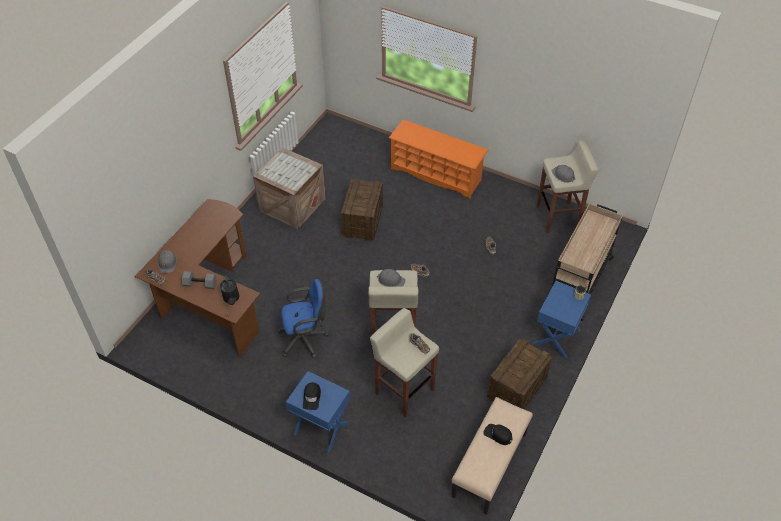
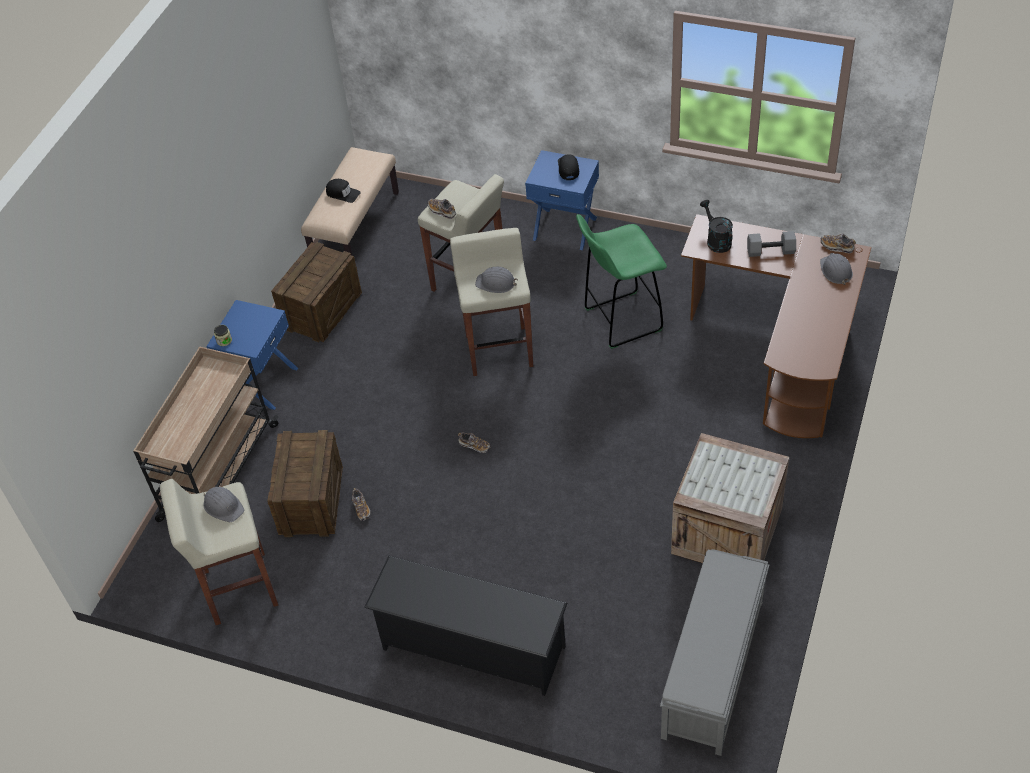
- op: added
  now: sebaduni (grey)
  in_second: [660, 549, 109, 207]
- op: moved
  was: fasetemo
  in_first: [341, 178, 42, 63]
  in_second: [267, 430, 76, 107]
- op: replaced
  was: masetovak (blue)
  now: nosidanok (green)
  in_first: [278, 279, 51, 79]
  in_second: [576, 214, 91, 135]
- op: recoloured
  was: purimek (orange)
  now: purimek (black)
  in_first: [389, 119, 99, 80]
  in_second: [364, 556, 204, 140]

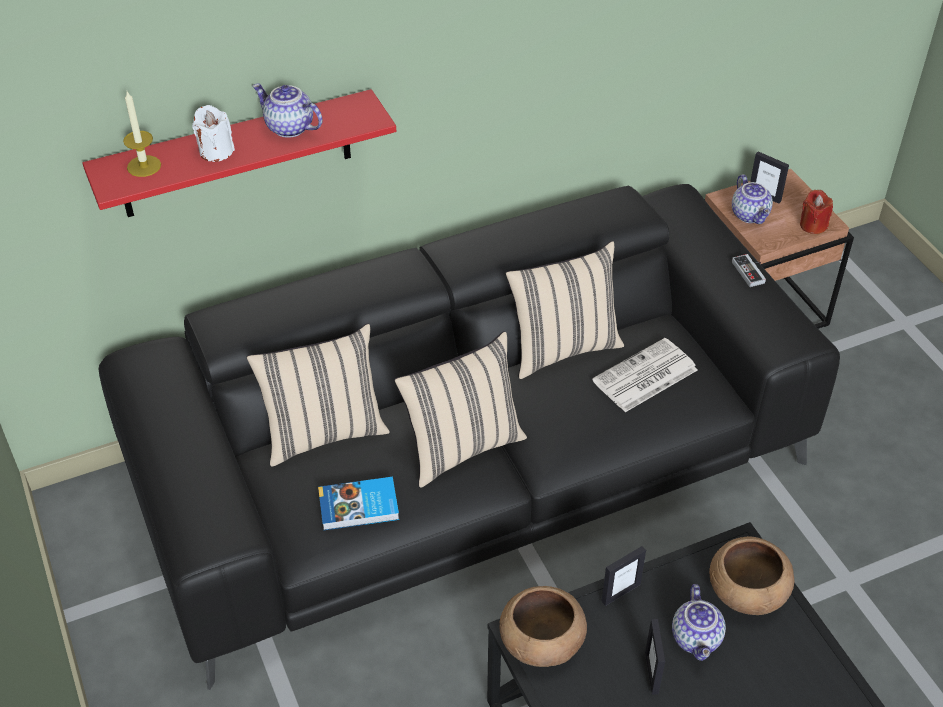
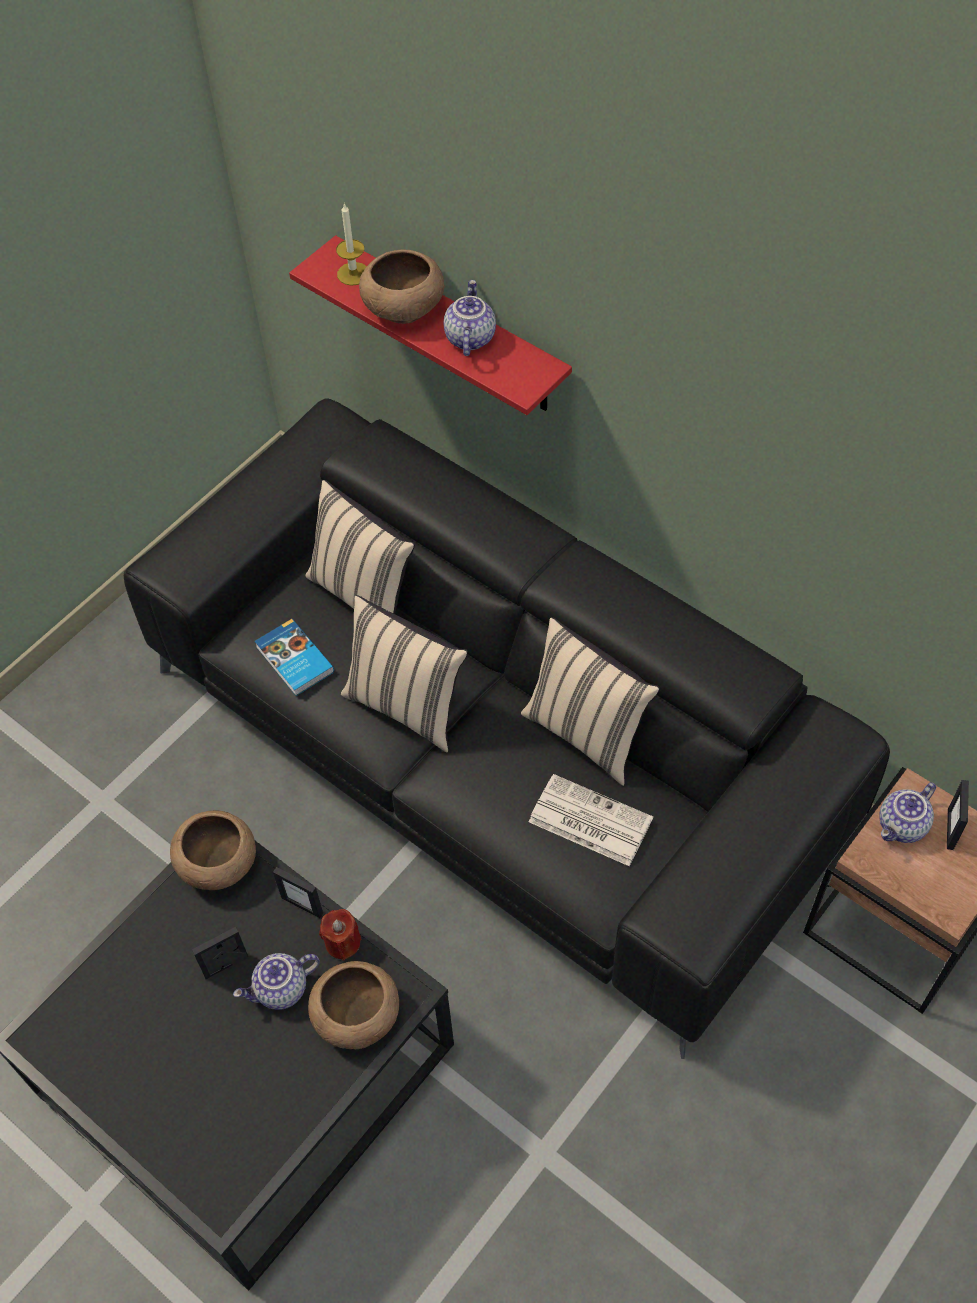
- op: removed
  was: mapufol
  in_first: [732, 254, 34, 33]
- op: moved
  was: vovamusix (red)
  in_first: [800, 190, 33, 44]
  in_second: [319, 909, 42, 52]
- op: replaced
  was: vovamusix (white)
  now: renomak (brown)
  in_first: [192, 105, 43, 57]
  in_second: [359, 249, 85, 75]

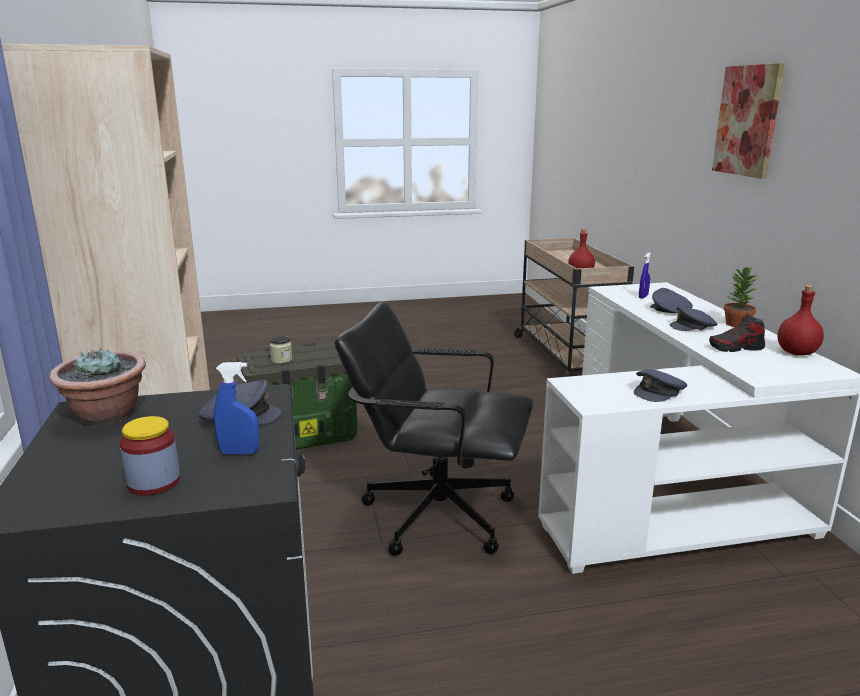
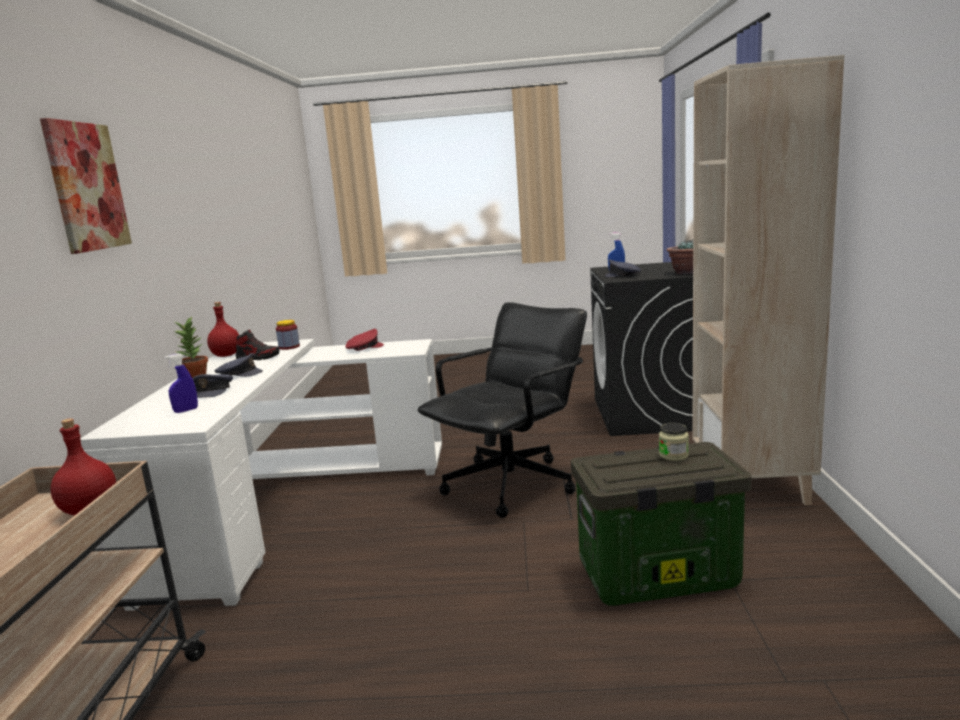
- op: moved
  was: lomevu
  in_first: [120, 416, 60, 79]
  in_second: [276, 320, 24, 30]
- op: recoloured
  was: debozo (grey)
  now: debozo (red)
  in_first: [634, 369, 53, 33]
  in_second: [345, 329, 39, 22]
- op: turned
  was: masetovak (black)
  in_first: [335, 301, 198, 255]
  in_second: [418, 302, 169, 216]
  clockwise: -75

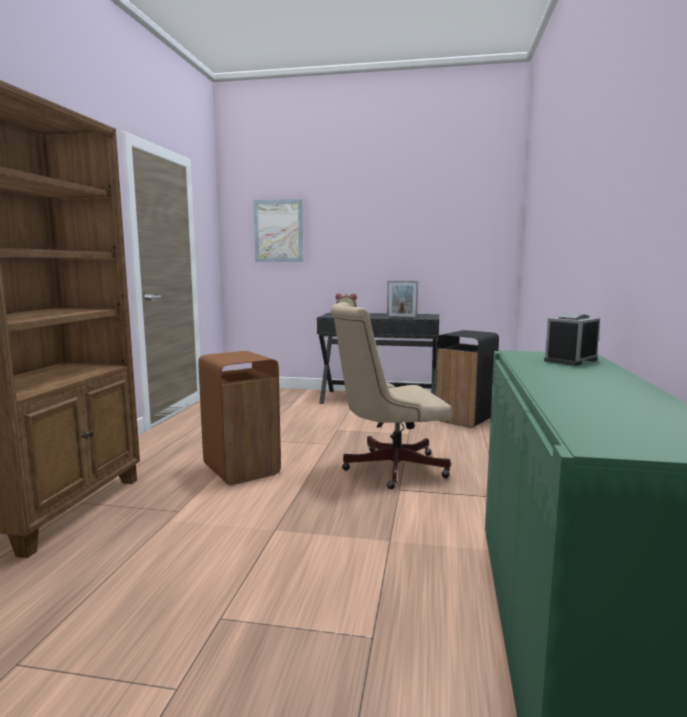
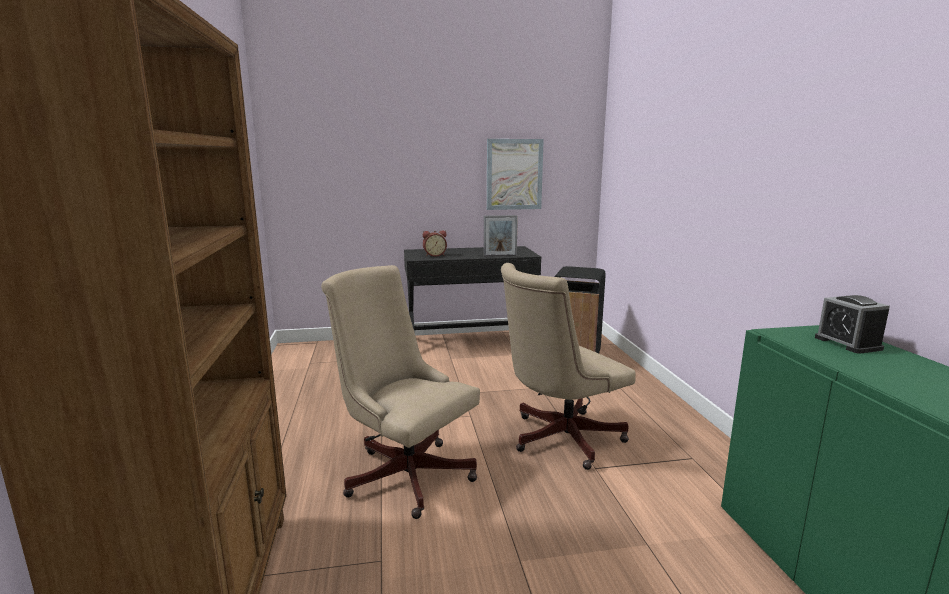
- op: moved
  was: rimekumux
  in_first: [253, 199, 50, 63]
  in_second: [487, 139, 57, 71]
- op: replaced
  was: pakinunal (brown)
  now: masetovak (beige)
  in_first: [199, 351, 82, 134]
  in_second: [321, 265, 159, 254]
- op: turned
  was: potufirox
  in_first: [544, 313, 56, 53]
  in_second: [815, 295, 75, 59]
  clockwise: -45

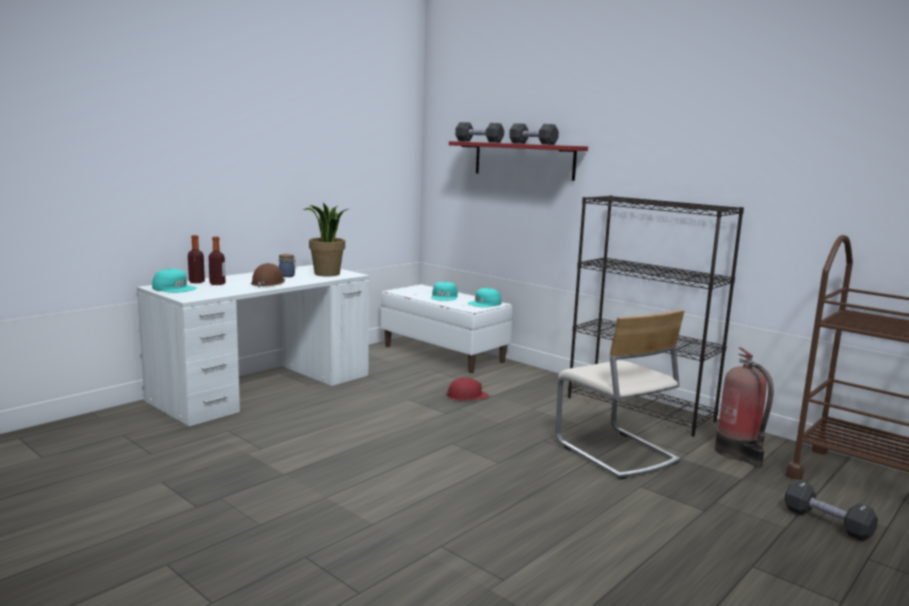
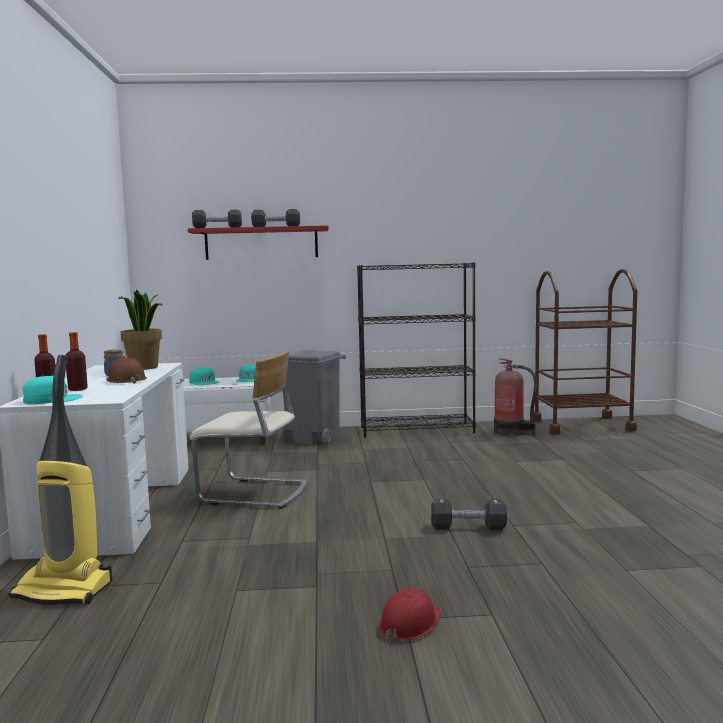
- op: added
  now: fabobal
  in_second: [9, 355, 103, 250]
- op: added
  now: pakinunal (grey)
  in_second: [281, 350, 65, 95]
- op: moved
  was: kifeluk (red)
  in_first: [444, 377, 45, 24]
  in_second: [379, 588, 62, 53]
- op: moved
  was: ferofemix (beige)
  in_first: [556, 310, 128, 170]
  in_second: [190, 351, 117, 158]
- op: moved
  was: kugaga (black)
  in_first: [784, 480, 94, 61]
  in_second: [431, 499, 76, 31]

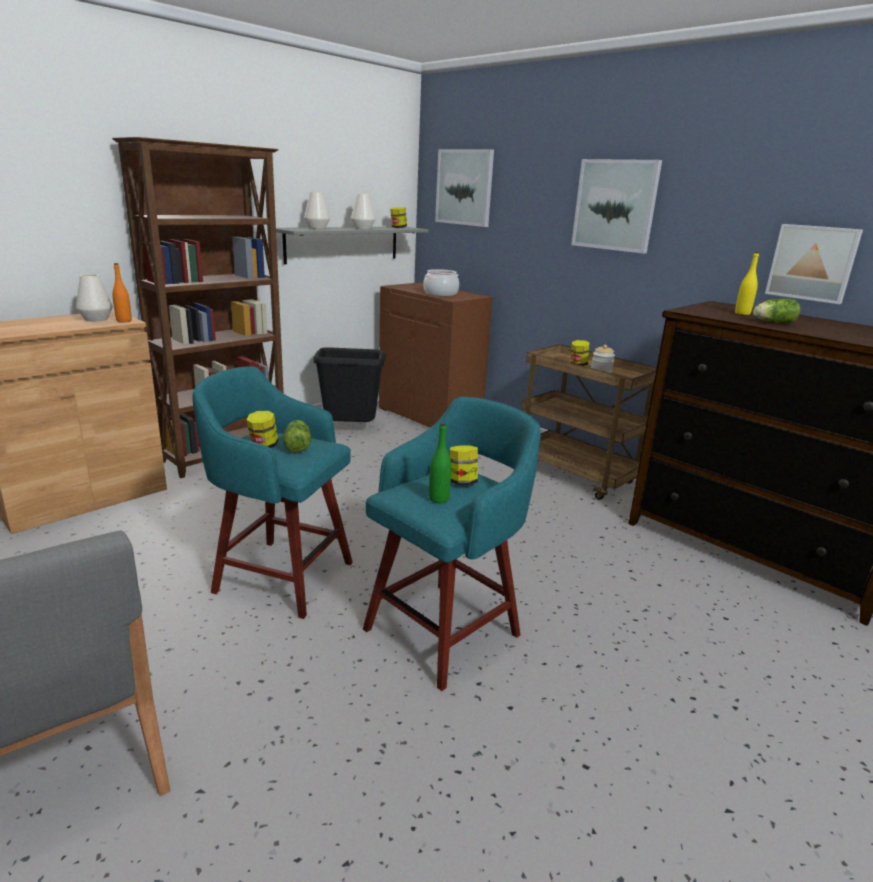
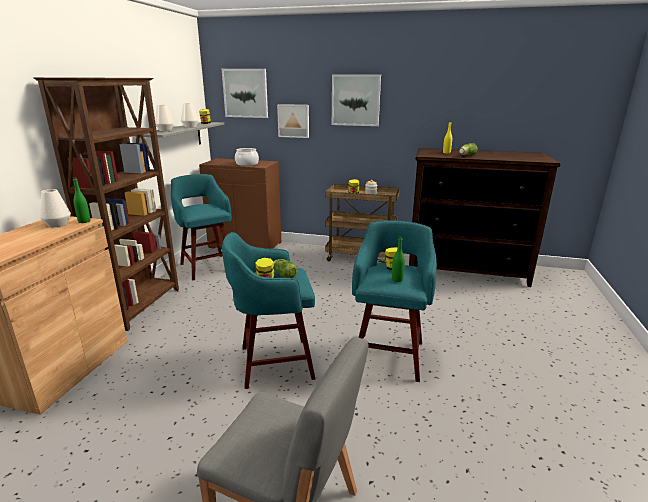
- op: moved
  was: rimekumux
  in_first: [765, 224, 98, 80]
  in_second: [277, 104, 32, 34]
- op: replaced
  was: pakinunal (black)
  now: nosidanok (turquoise)
  in_first: [313, 347, 73, 75]
  in_second: [171, 174, 61, 106]
- op: recoloured
  was: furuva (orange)
  now: furuva (green)
  in_first: [112, 263, 20, 60]
  in_second: [73, 178, 17, 45]

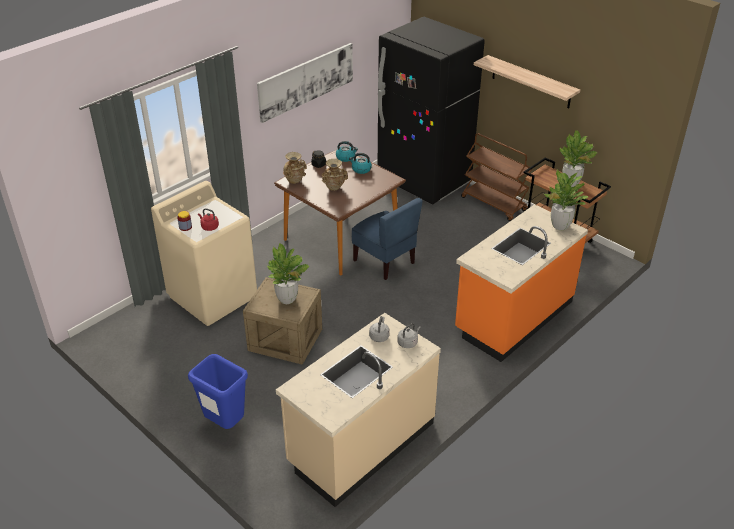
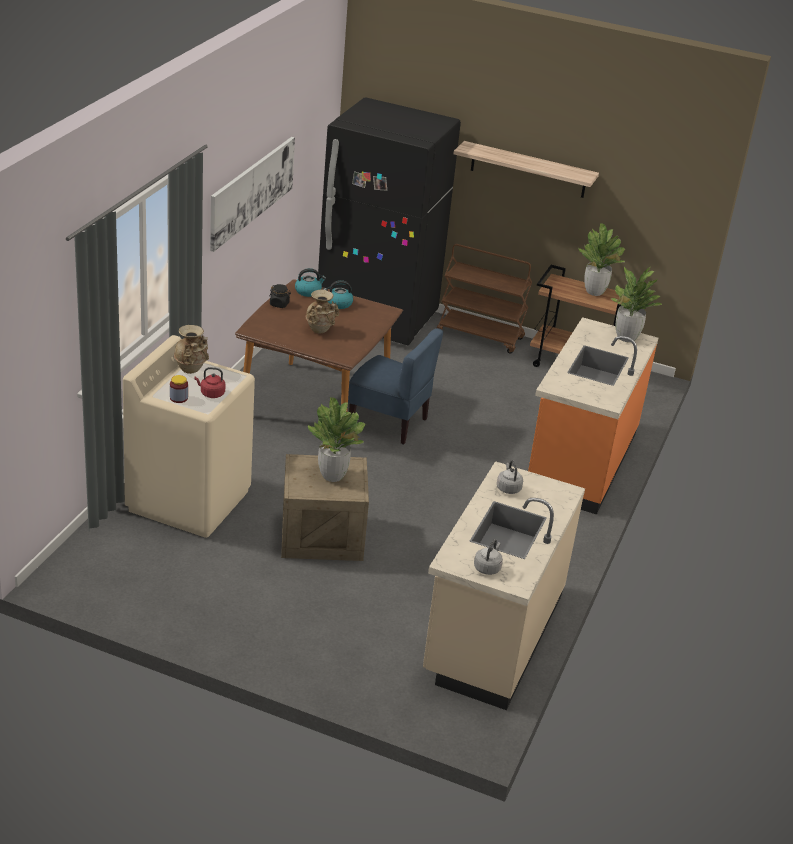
- op: removed
  was: pakinunal (blue)
  in_first: [188, 354, 60, 75]
- op: moved
  was: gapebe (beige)
  in_first: [283, 152, 24, 32]
  in_second: [174, 325, 35, 49]
- op: moved
  was: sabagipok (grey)
  in_first: [397, 323, 24, 25]
  in_second: [474, 539, 29, 36]

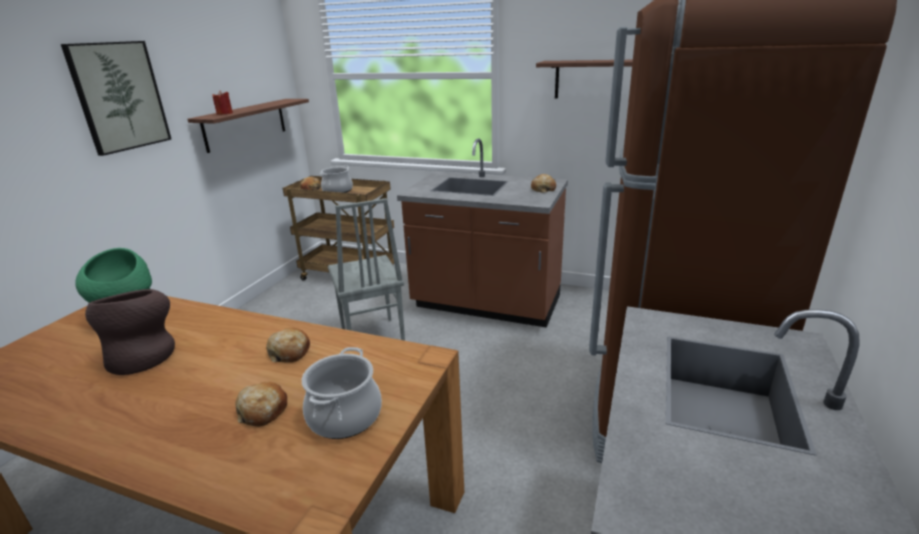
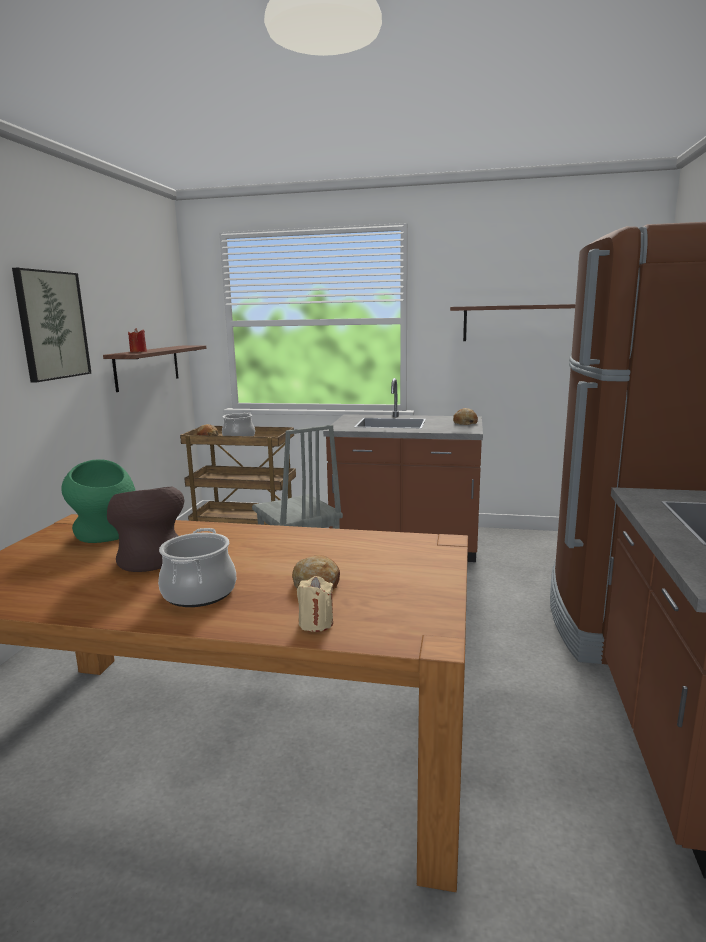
- op: removed
  was: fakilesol
  in_first: [266, 327, 44, 36]
- op: added
  now: vovamusix (beige)
  in_second: [297, 576, 36, 56]
- op: moved
  was: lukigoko
  in_first: [302, 347, 80, 92]
  in_second: [158, 528, 78, 79]

